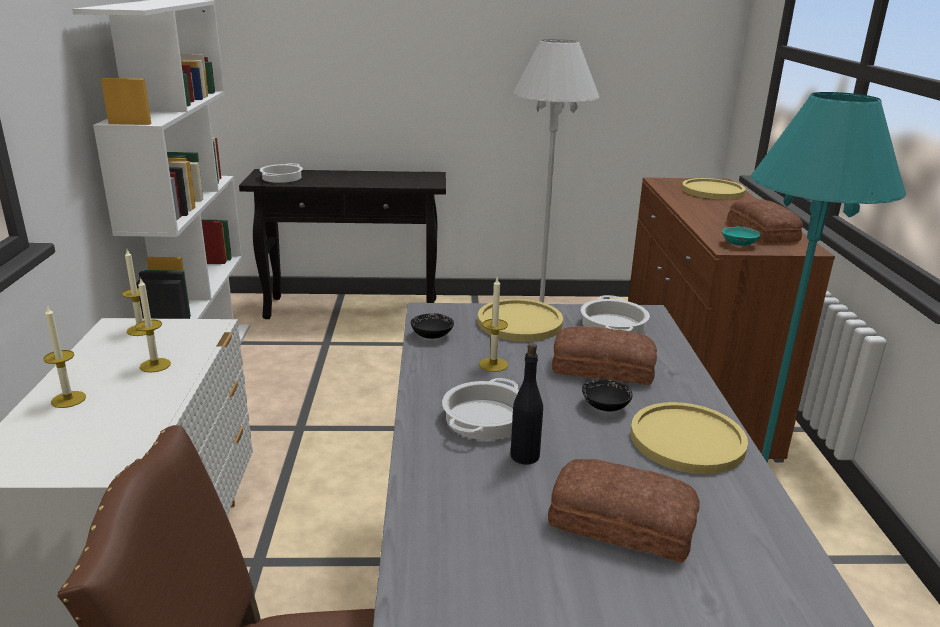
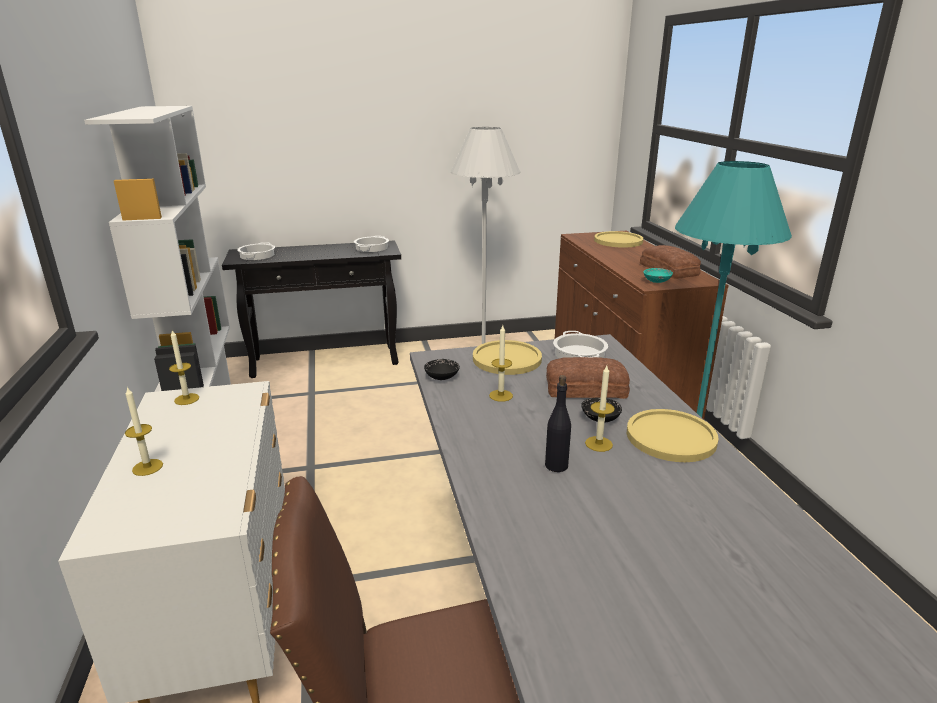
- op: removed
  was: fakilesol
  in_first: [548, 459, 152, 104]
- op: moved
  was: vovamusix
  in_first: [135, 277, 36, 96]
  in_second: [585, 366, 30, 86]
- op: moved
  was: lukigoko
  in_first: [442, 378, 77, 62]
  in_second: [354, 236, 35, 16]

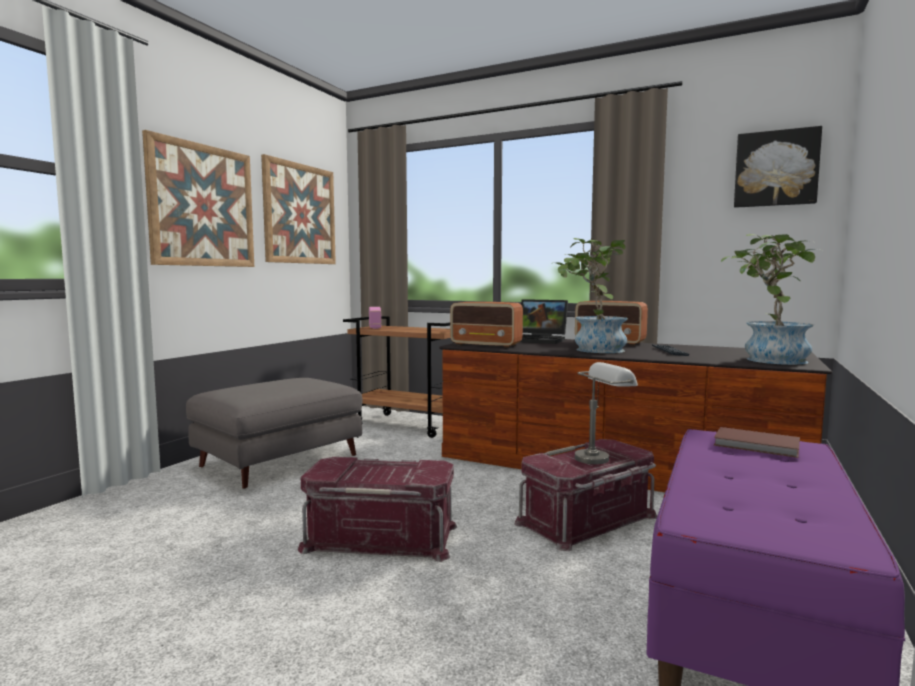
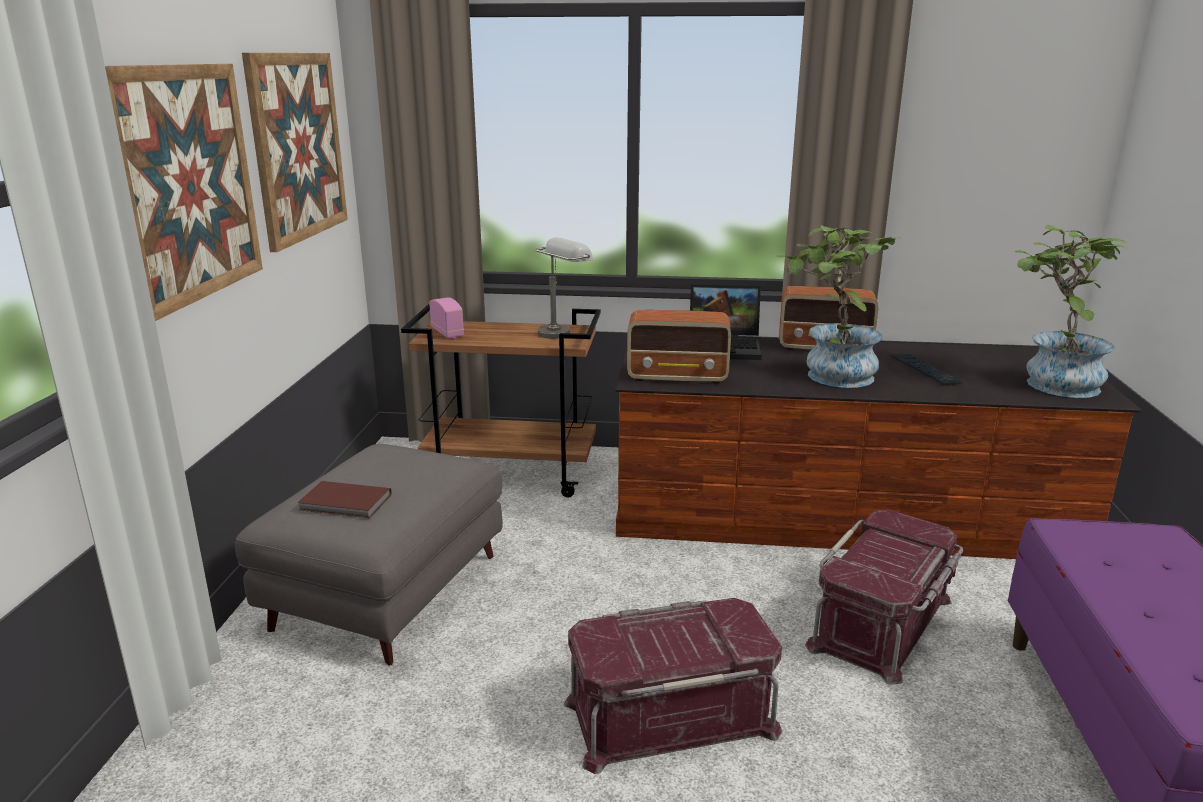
- op: removed
  was: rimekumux
  in_first: [734, 126, 88, 82]
- op: moved
  was: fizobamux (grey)
  in_first: [575, 362, 63, 102]
  in_second: [535, 238, 58, 101]
- op: moved
  was: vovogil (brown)
  in_first: [713, 427, 87, 31]
  in_second: [297, 481, 95, 37]

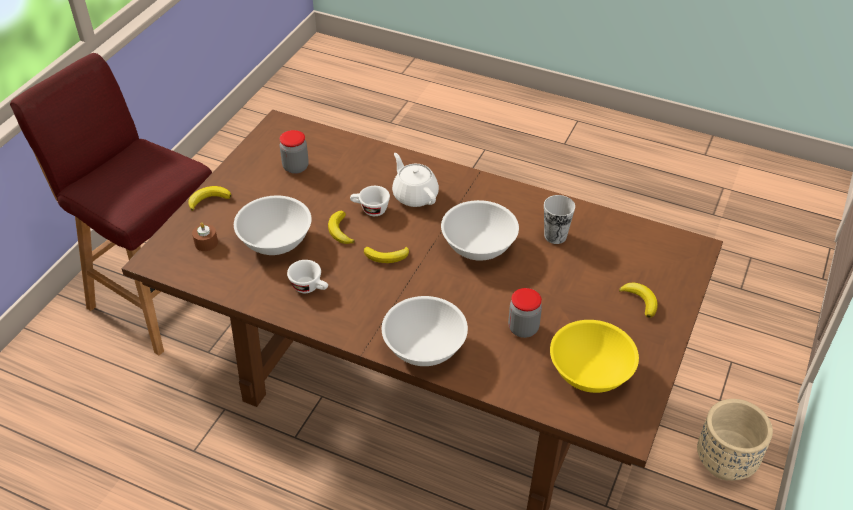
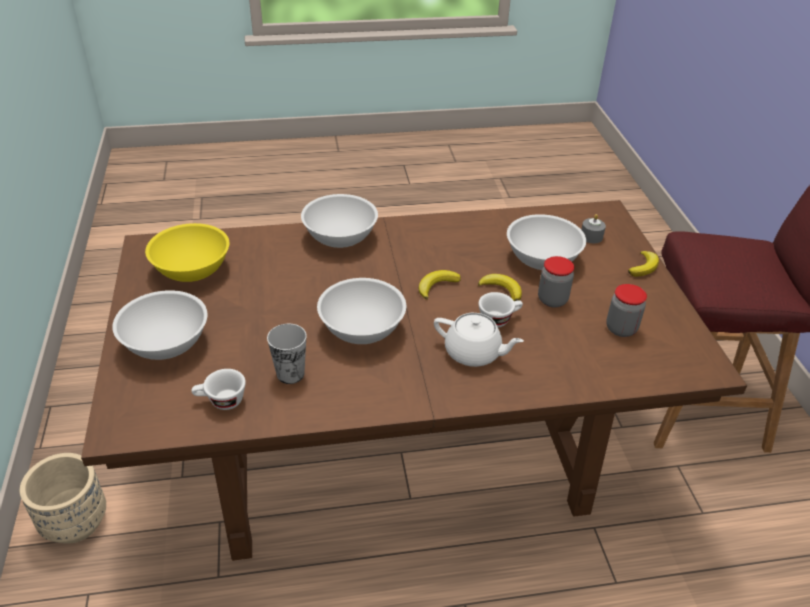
- op: moved
  was: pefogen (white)
  in_first: [287, 260, 41, 33]
  in_second: [191, 369, 55, 41]
- op: moved
  was: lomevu
  in_first: [508, 288, 34, 50]
  in_second: [538, 256, 36, 52]
- op: replaced
  was: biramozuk
  now: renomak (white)
  in_first: [619, 283, 39, 35]
  in_second: [112, 290, 96, 70]
- op: recoloured
  was: vovamusix (brown)
  now: vovamusix (grey)
  in_first: [192, 223, 26, 28]
  in_second: [581, 214, 25, 29]

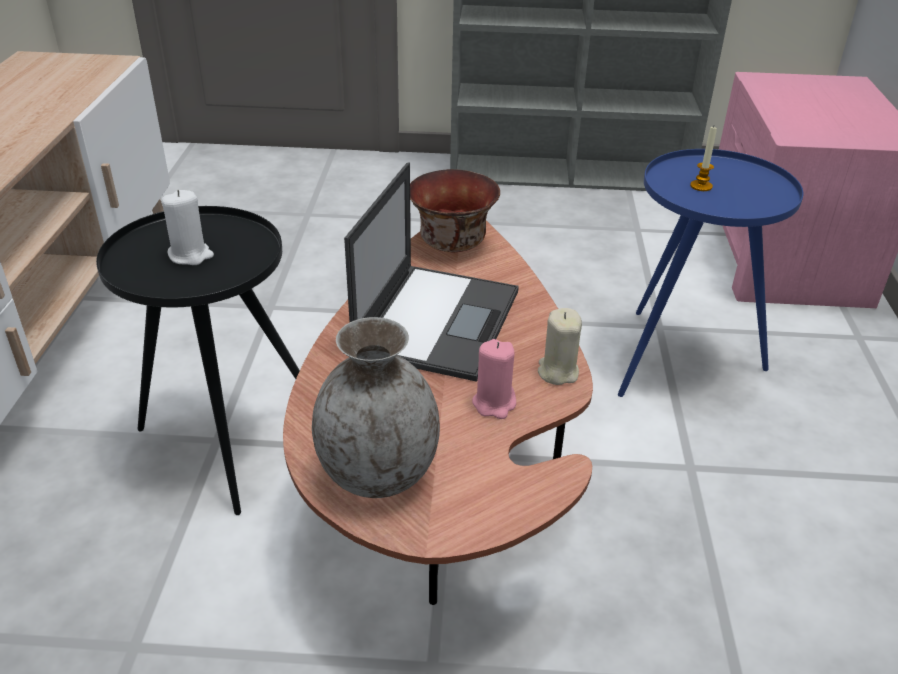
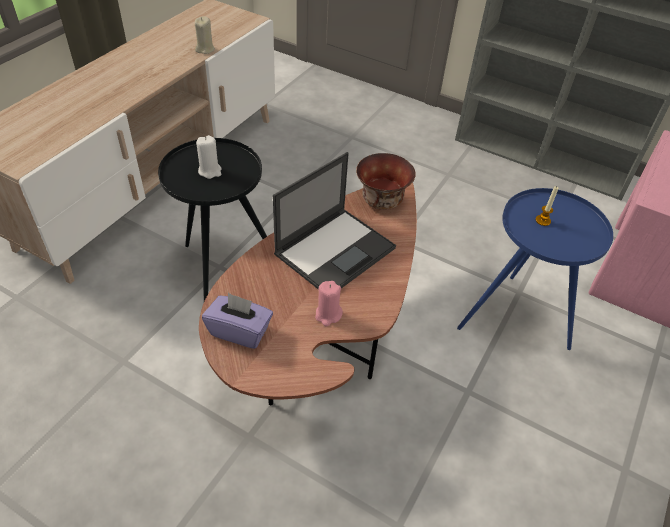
- op: moved
  was: vovamusix (beige)
  in_first: [538, 308, 44, 77]
  in_second: [195, 17, 20, 37]
- op: replaced
  was: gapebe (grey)
  now: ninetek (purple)
  in_first: [312, 317, 128, 181]
  in_second: [202, 293, 71, 56]

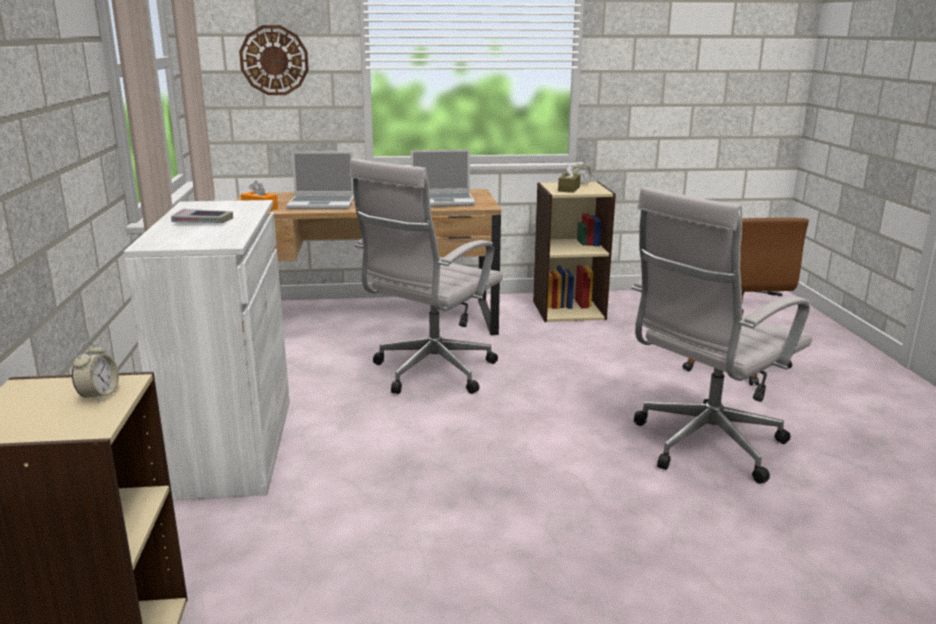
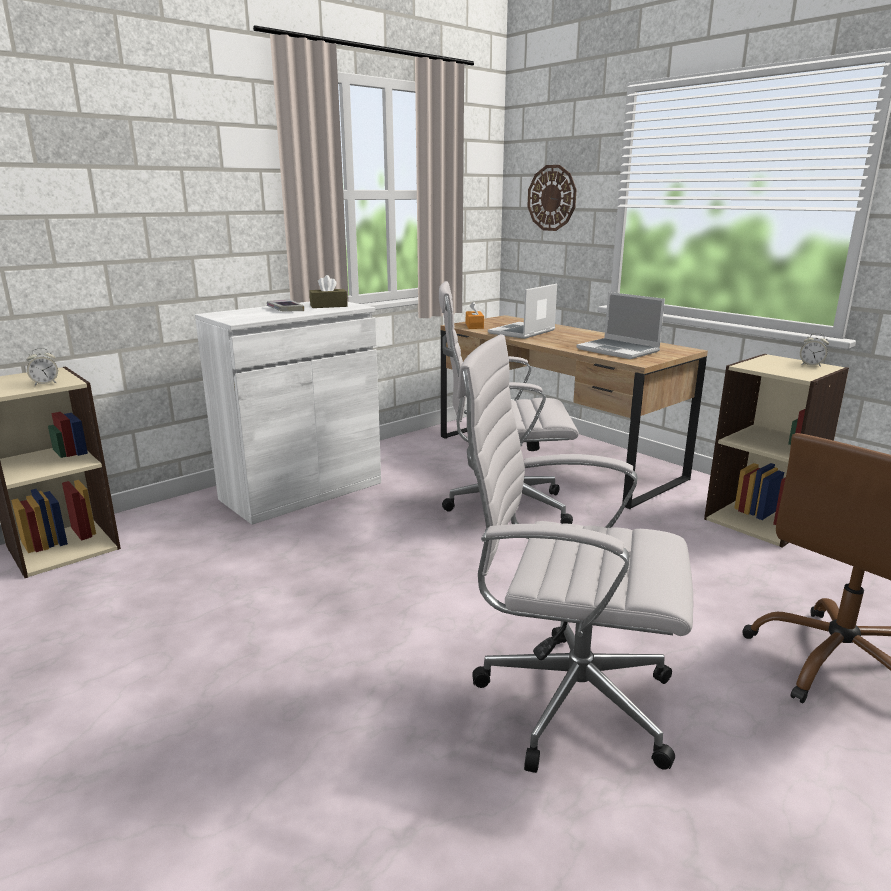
- op: moved
  was: ninetek (brown)
  in_first: [558, 164, 23, 29]
  in_second: [309, 275, 39, 33]
- op: turned
  was: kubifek
  in_first: [286, 152, 68, 58]
  in_second: [488, 284, 69, 55]
  clockwise: 75

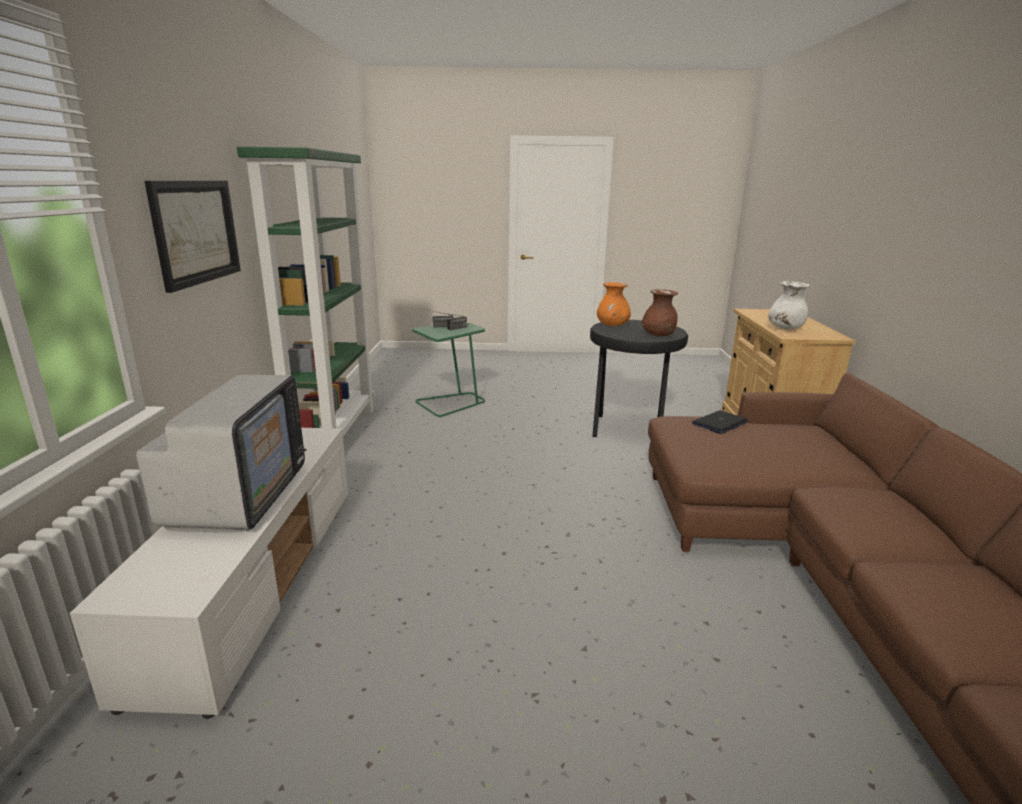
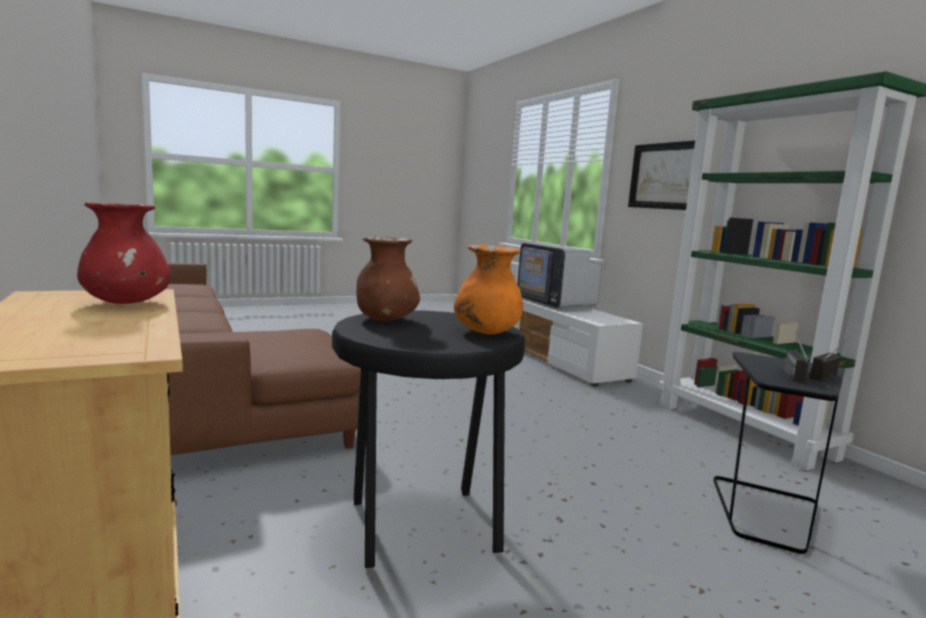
- op: removed
  was: kubifek
  in_first: [692, 410, 56, 24]
- op: recoloured
  was: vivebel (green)
  now: vivebel (black)
  in_first: [412, 323, 73, 94]
  in_second: [713, 352, 132, 202]
- op: recoloured
  was: gapebe (white)
  now: gapebe (red)
  in_first: [768, 281, 42, 49]
  in_second: [77, 202, 94, 102]

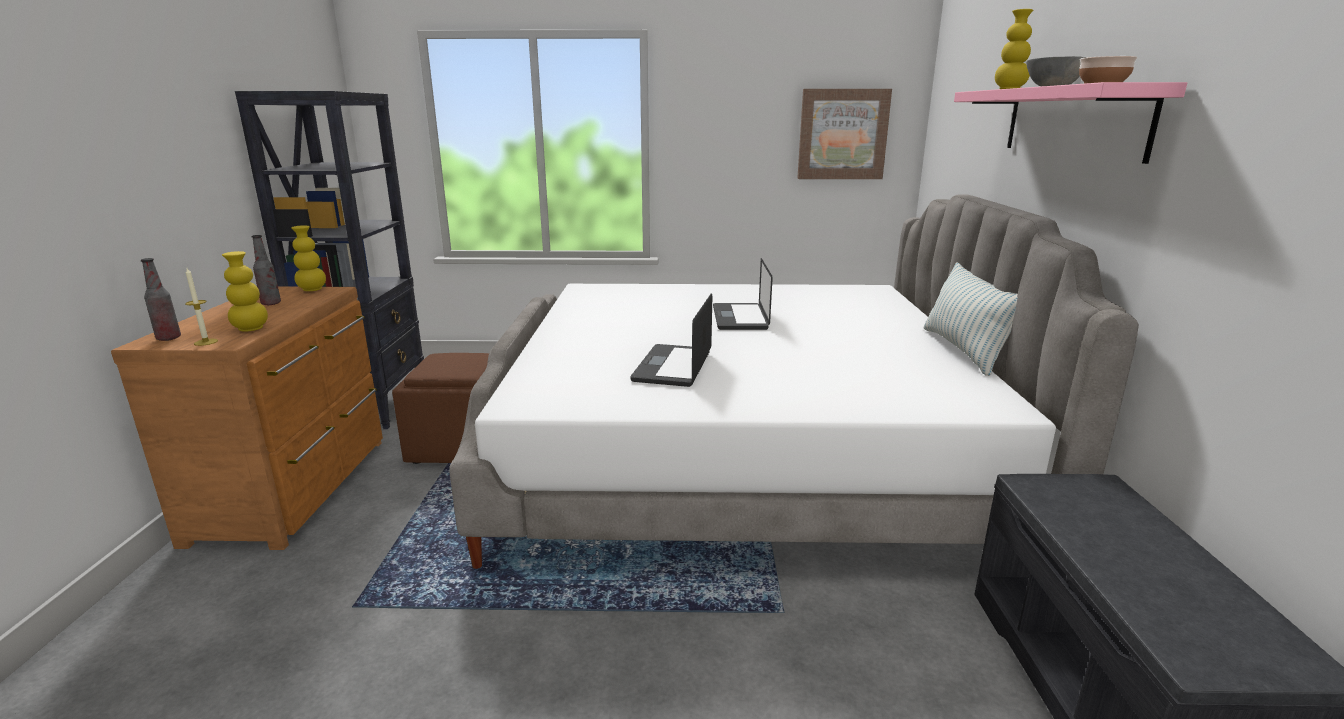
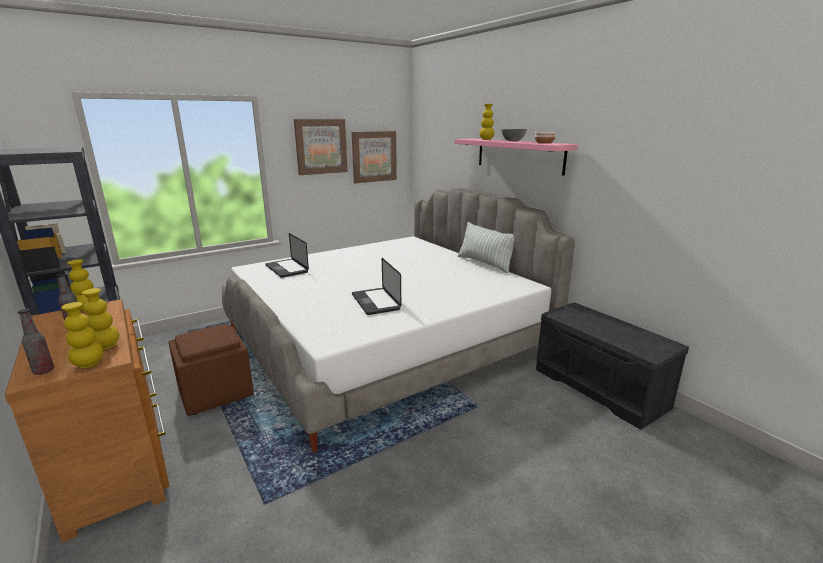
- op: added
  now: rimekumux
  in_second: [294, 119, 54, 56]
- op: moved
  was: kubifek
  in_first: [713, 258, 60, 72]
  in_second: [266, 233, 43, 45]
- op: replaced
  was: vovamusix
  now: gapebe (yellow)
  in_first: [185, 268, 33, 78]
  in_second: [61, 302, 42, 66]

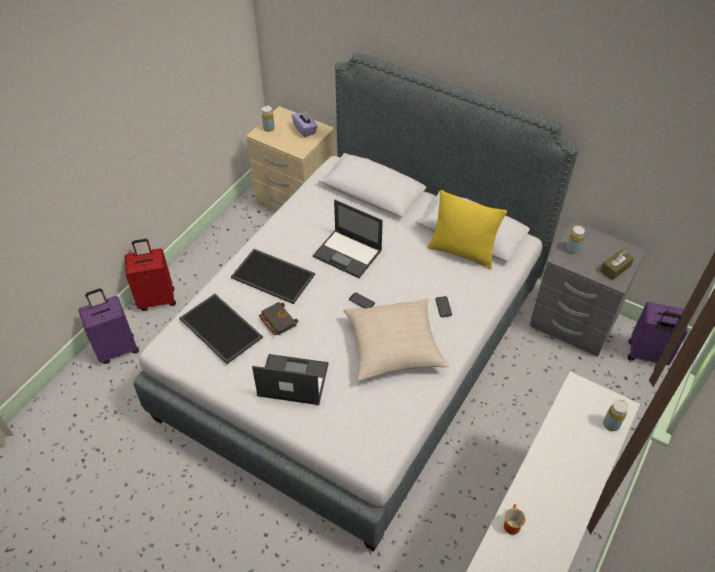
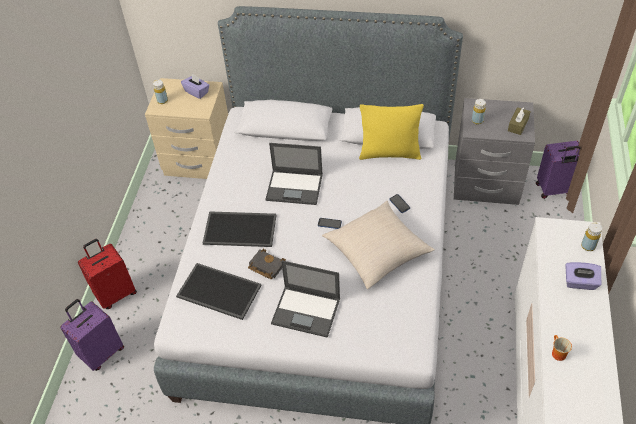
- op: added
  now: ninetek (purple)
  in_second: [566, 262, 35, 28]
- op: turned
  was: kubifek
  in_first: [252, 354, 77, 51]
  in_second: [271, 260, 69, 77]
  clockwise: -150

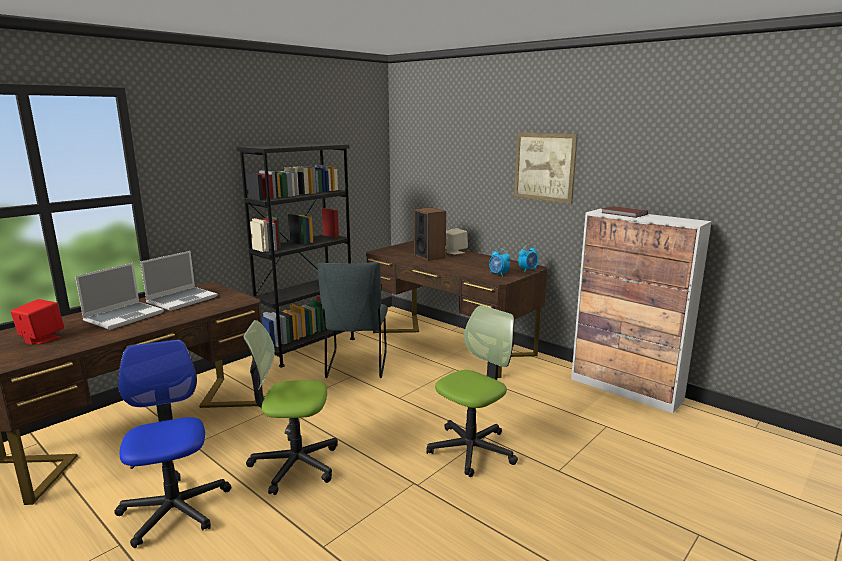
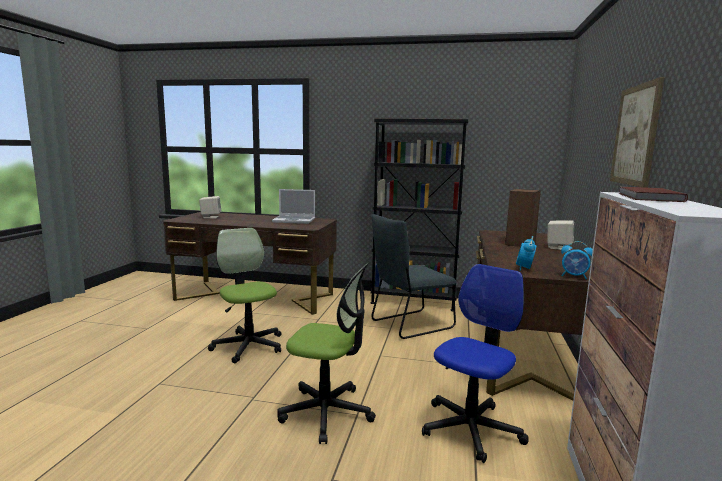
- op: removed
  was: kubifek
  in_first: [75, 263, 89, 67]
- op: moved
  was: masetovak
  in_first: [115, 340, 116, 208]
  in_second: [422, 264, 107, 199]
- op: recoloured
  was: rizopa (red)
  now: rizopa (beige)
  in_first: [11, 299, 53, 46]
  in_second: [199, 196, 22, 23]

